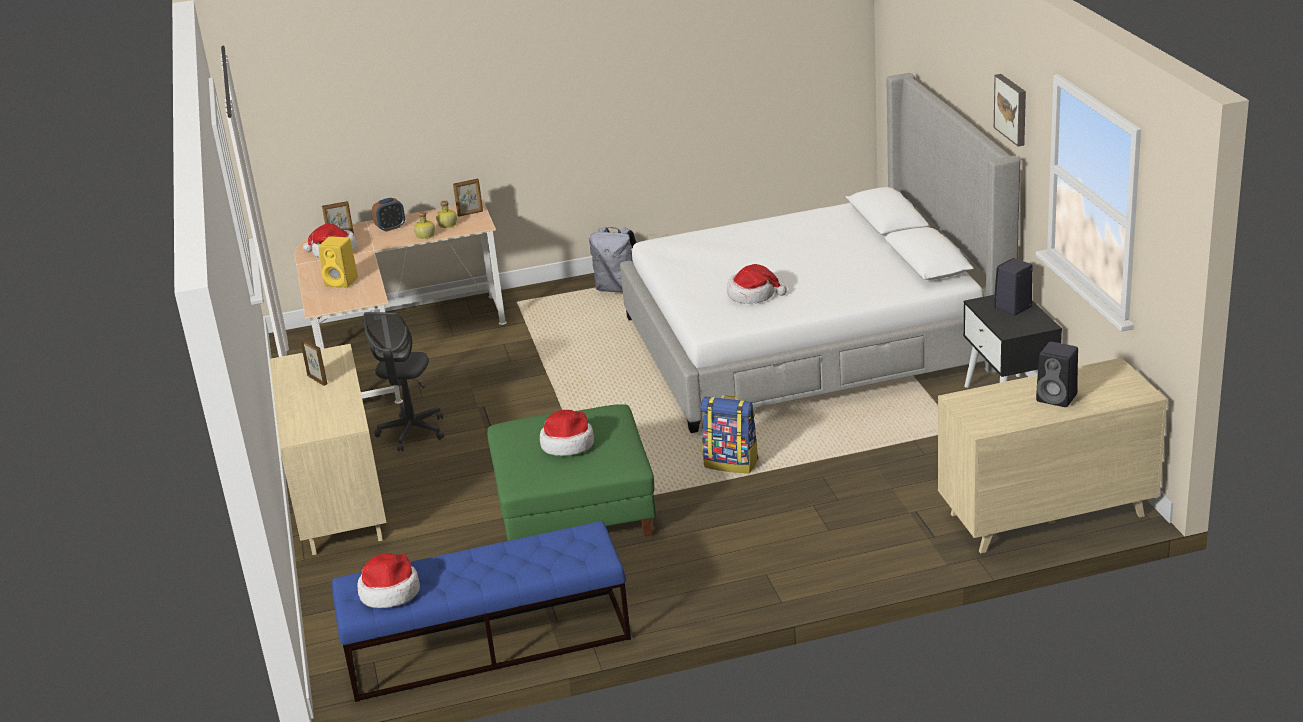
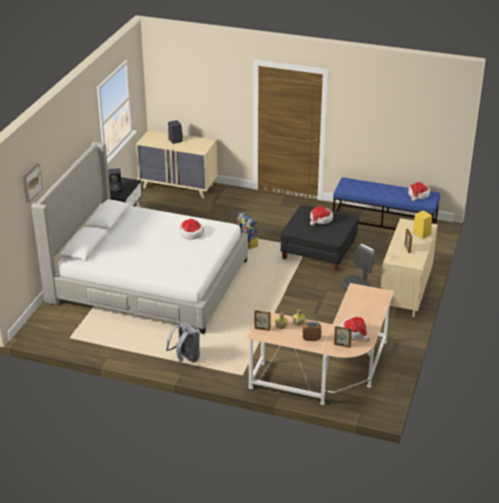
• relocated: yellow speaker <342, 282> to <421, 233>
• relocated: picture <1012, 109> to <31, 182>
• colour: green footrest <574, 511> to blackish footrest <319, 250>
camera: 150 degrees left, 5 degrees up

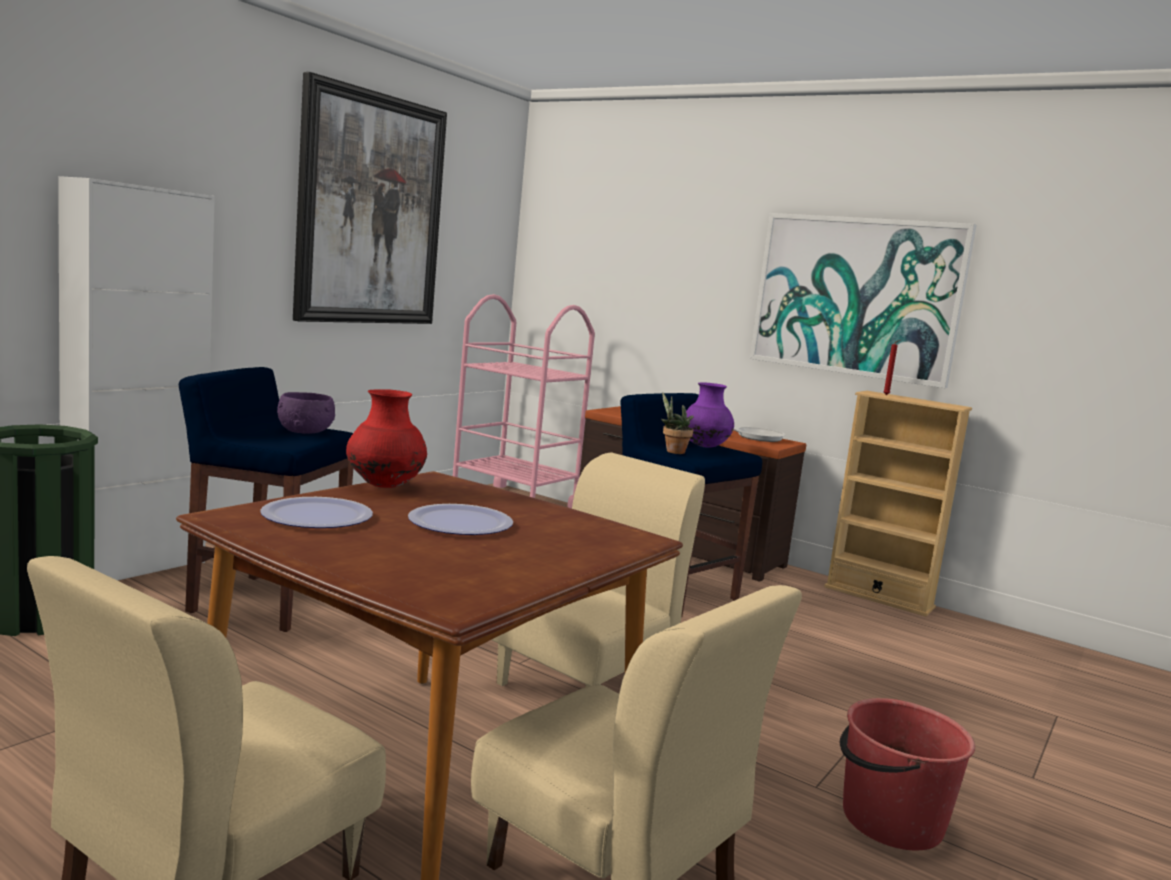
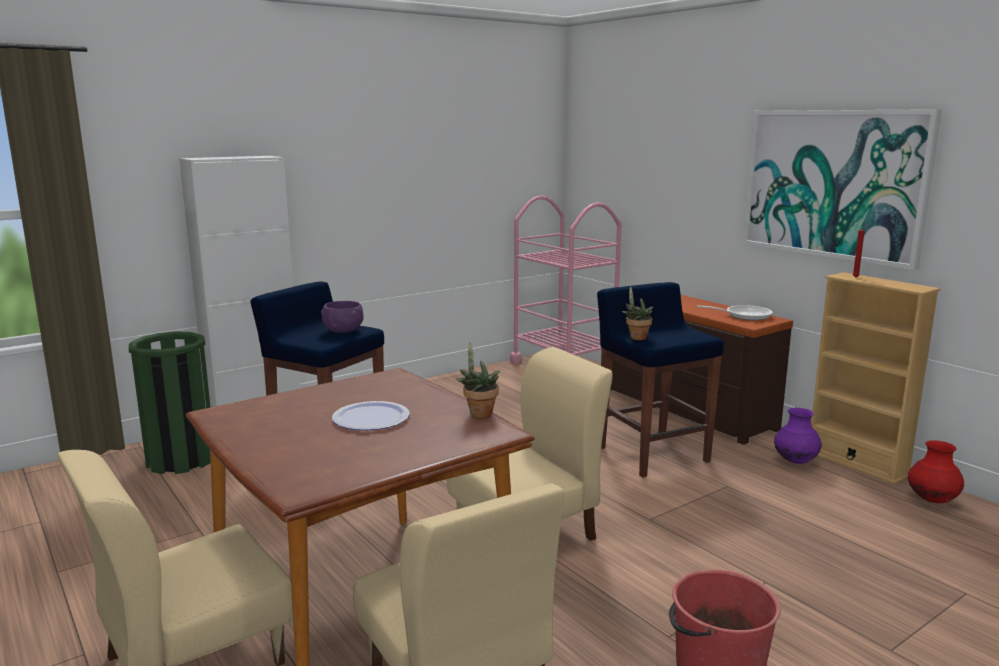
• missing: flat dish <317, 516>
• missing: picture <371, 210>
• appeared: potted plant <478, 413>
• relocated: red-coloured vase <385, 486> to <932, 500>
• relocated: purplish vase <704, 447> to <795, 461>
camera: 20 degrees right, 5 degrees up

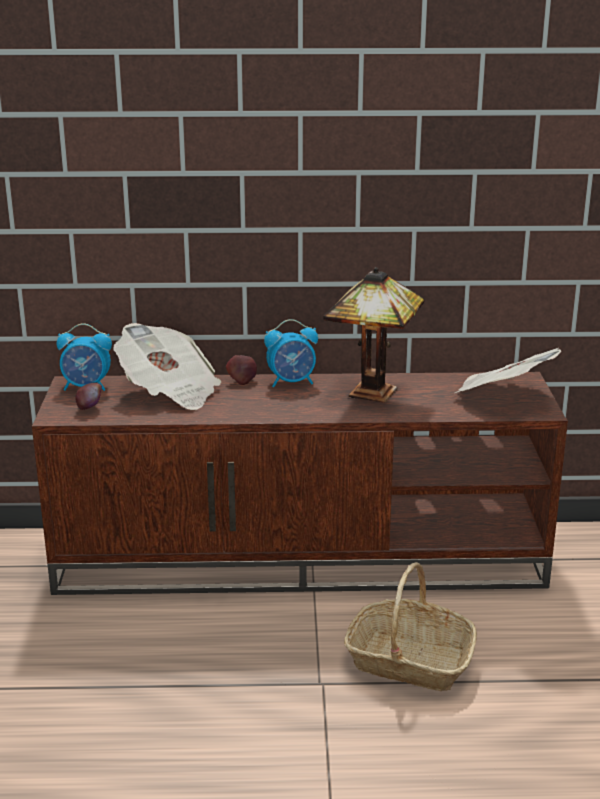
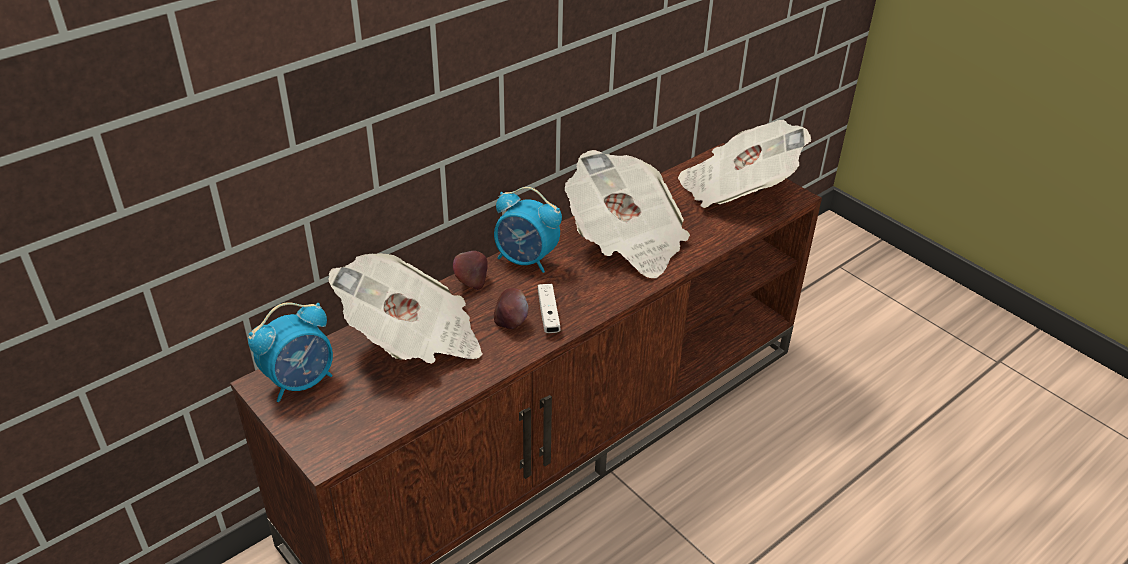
• missing: storage basket <409, 661>
• appeared: whitish gamepad <548, 314>
• relocated: whole apple <90, 408> to <511, 322>
• exchanged: table lamp <374, 394> to newspaper <626, 240>
• spun: alarm clock <292, 382> = <526, 260> 75 degrees clockwise
camera: 40 degrees left, 15 degrees up

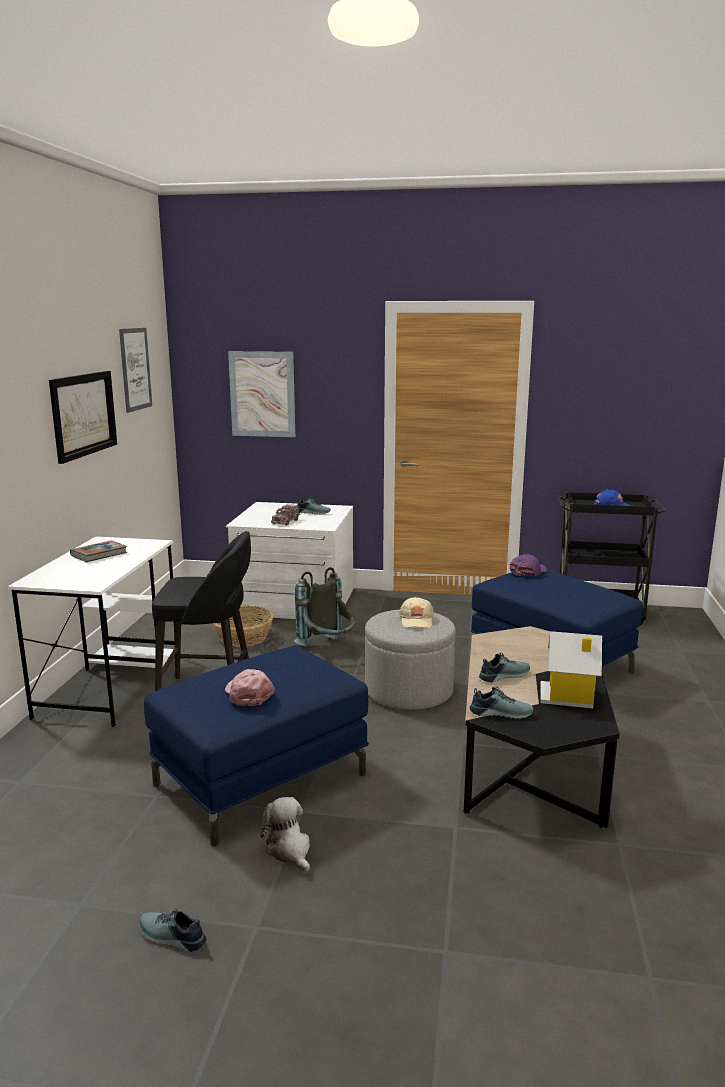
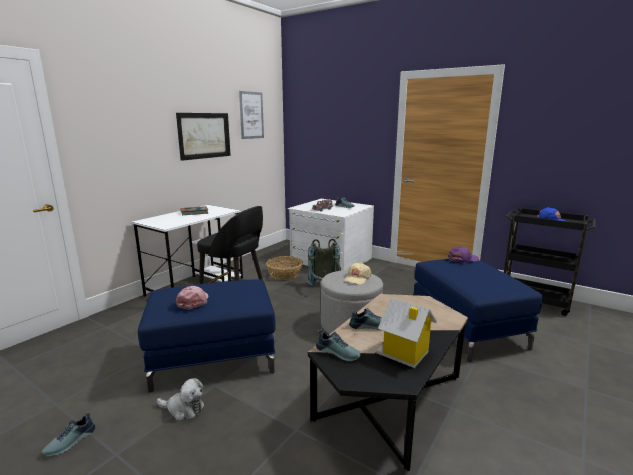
• missing: picture <262, 394>
• spun: low shoe <171, 937> = <71, 442> 105 degrees counterclockwise
• spun: cuddly toy <289, 850> = <183, 409> 105 degrees clockwise
camera: 25 degrees right, 0 degrees up

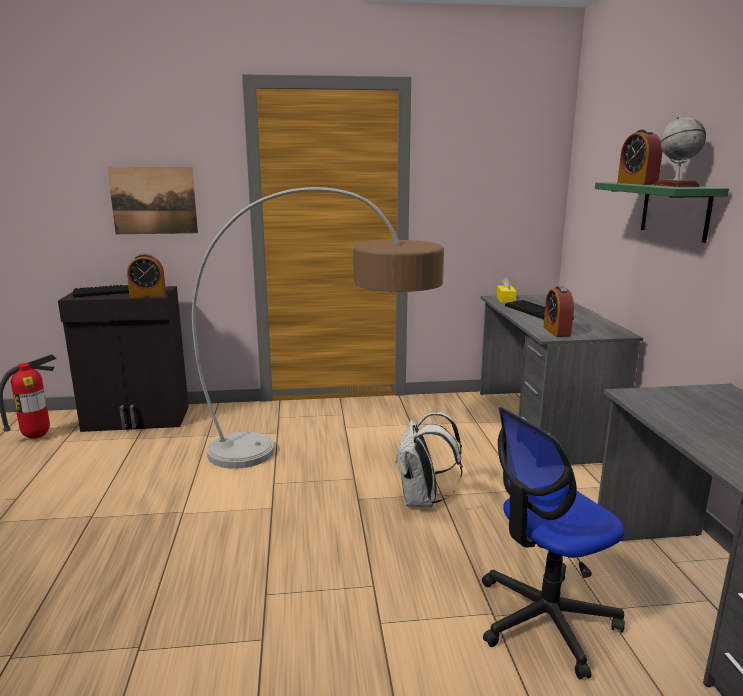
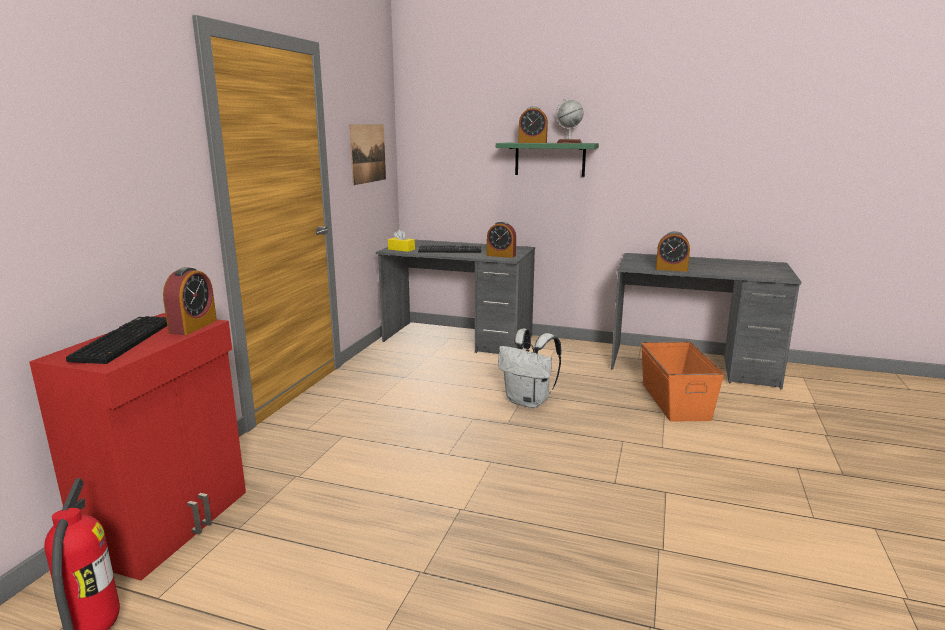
• missing: floor lamp <332, 452>
• appeared: alarm clock <671, 269>
• relocated: picture <153, 200> to <368, 153>
• exchanged: desk chair <545, 620> to orange storage bin <674, 401>
• colour: blackish cabinet <137, 419> to red-coloured cabinet <171, 524>
camera: 65 degrees left, 0 degrees up

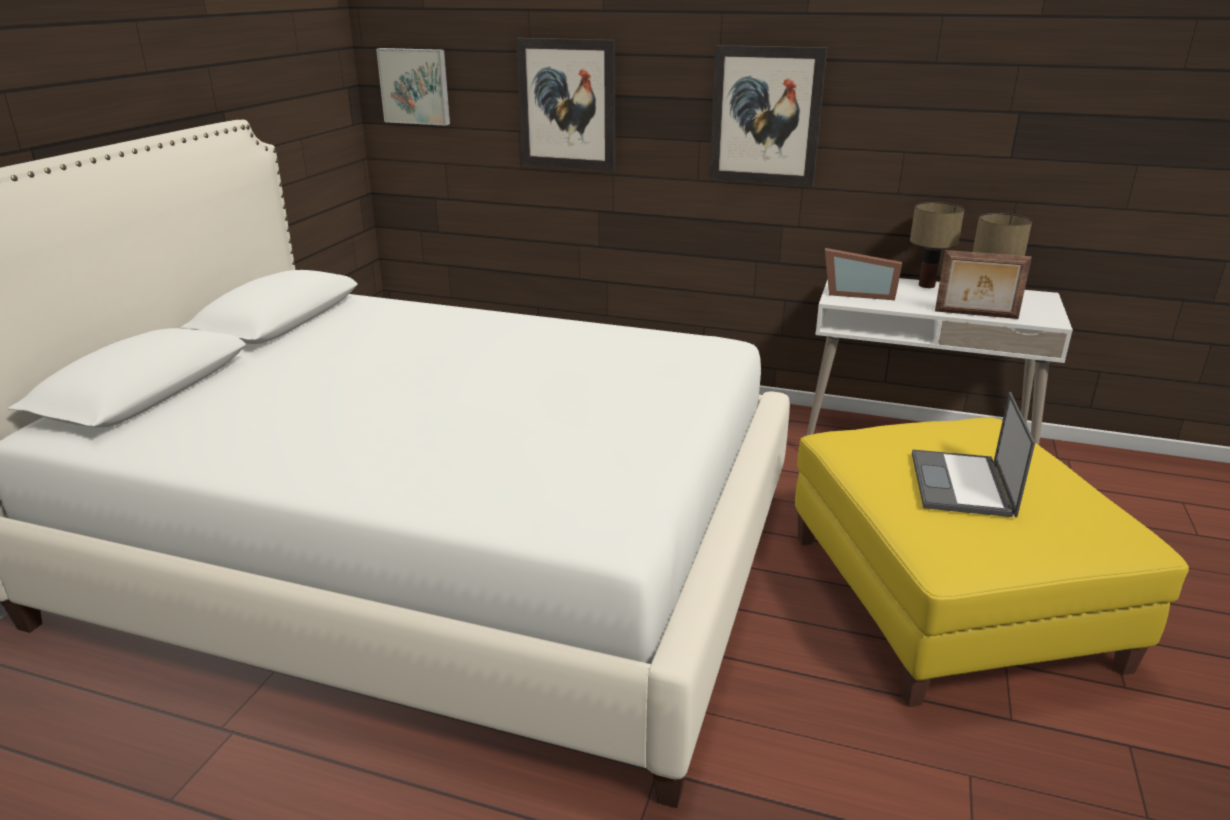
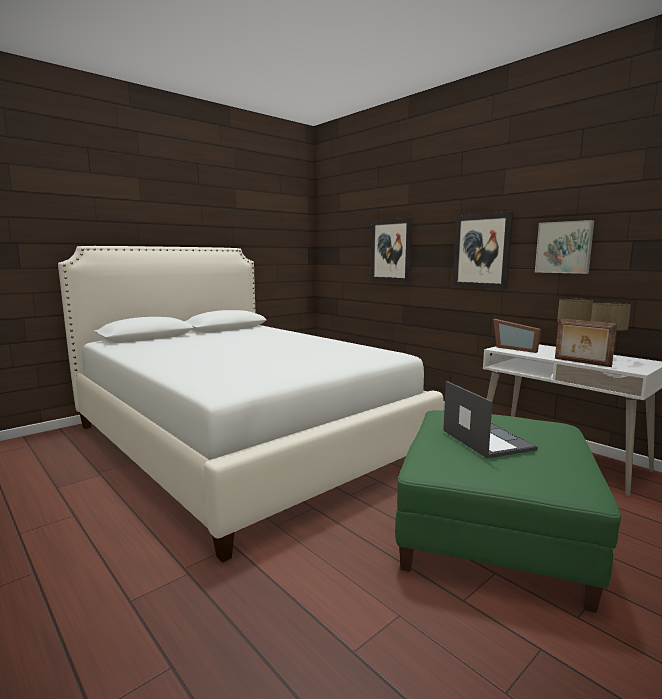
• relocated: picture <415, 86> to <564, 247>
• colour: yellow footrest <946, 598> to green footrest <491, 530>
• spun: laptop <962, 485> = <486, 439> 120 degrees clockwise
camera: 30 degrees right, 15 degrees down

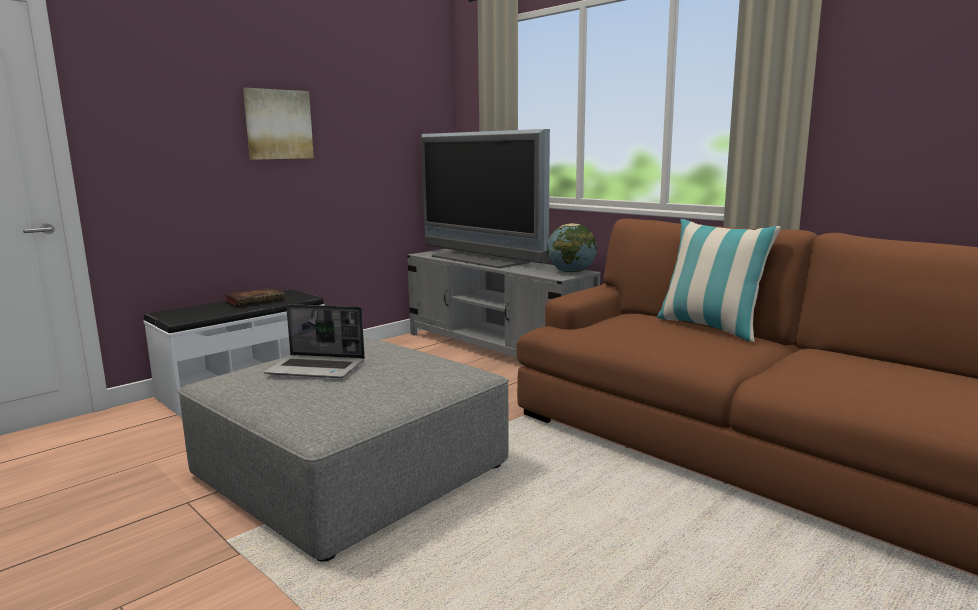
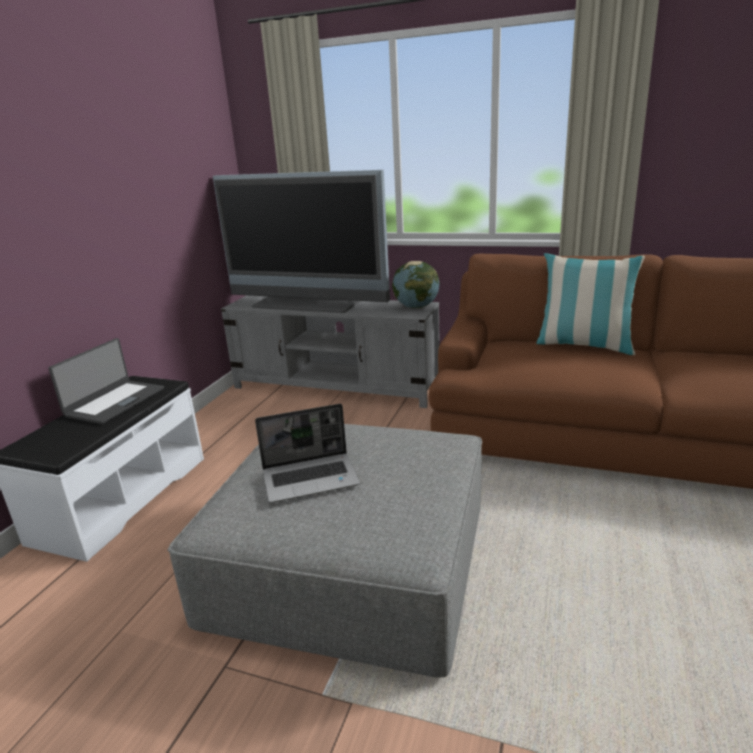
• missing: picture <278, 124>
• exchanged: bound book <256, 300> to laptop <115, 402>
camera: 25 degrees left, 10 degrees up

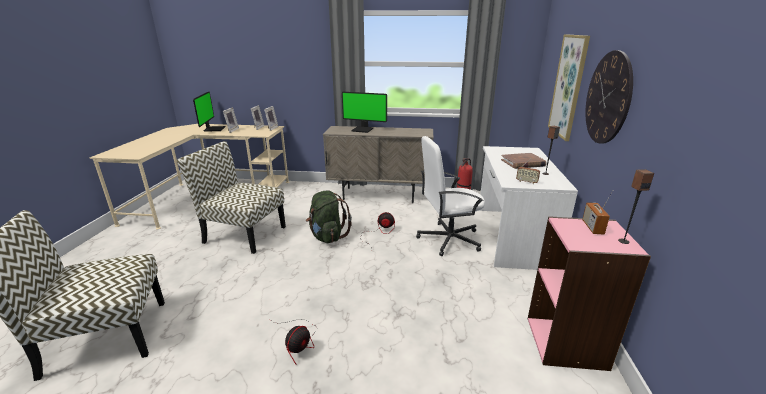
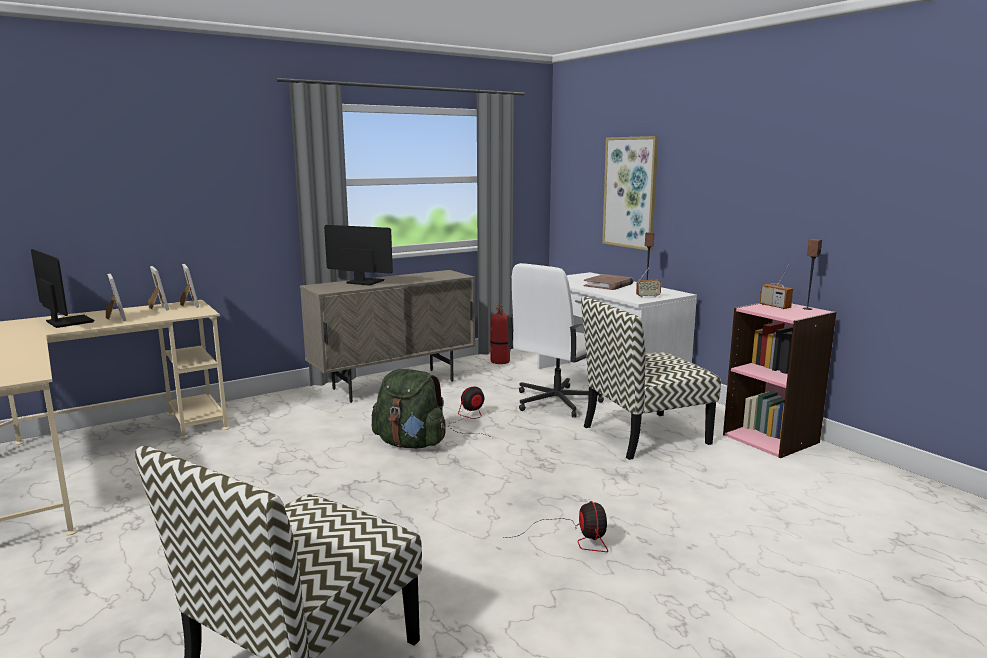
• missing: hanging clock <608, 98>
• relocated: chair <243, 234> to <644, 435>
• spun: computer screen <363, 129> = <364, 282> 135 degrees counterclockwise
camera: 40 degrees left, 10 degrees down

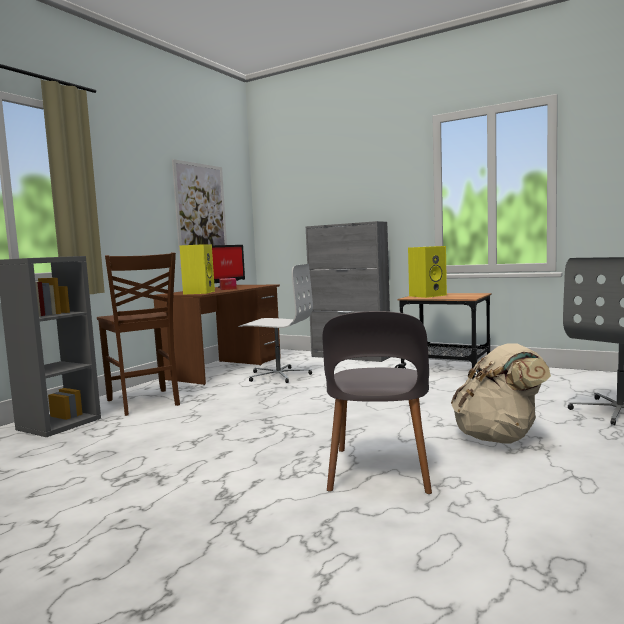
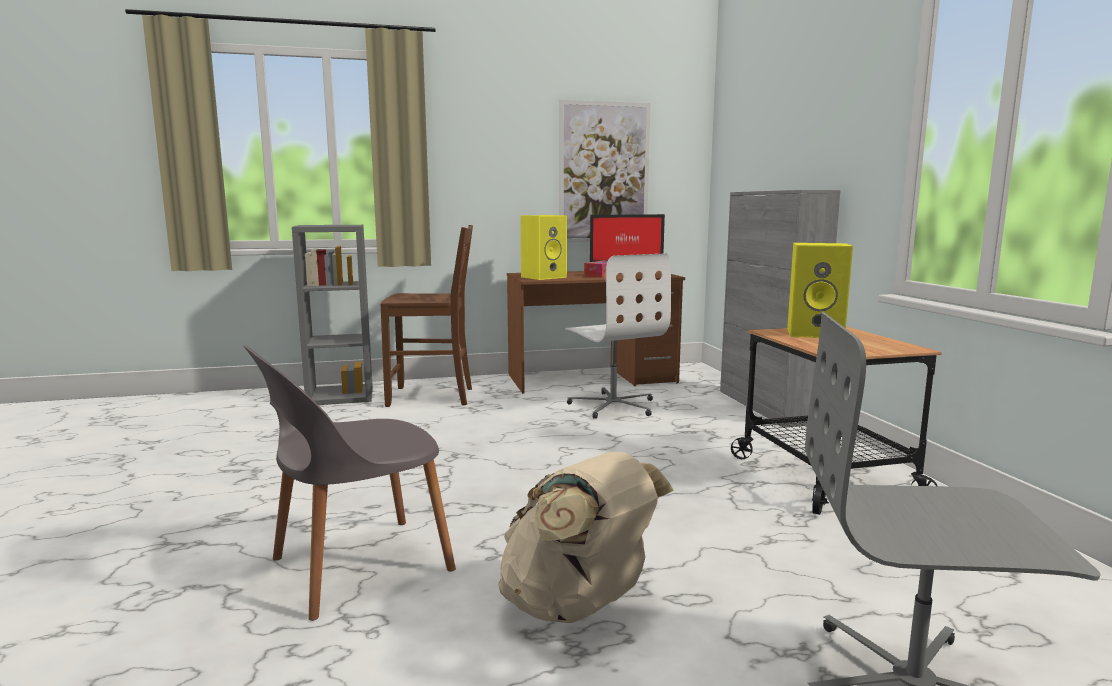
• spun: brownish chair <144, 403> = <432, 397> 105 degrees counterclockwise
camera: 45 degrees right, 5 degrees up

